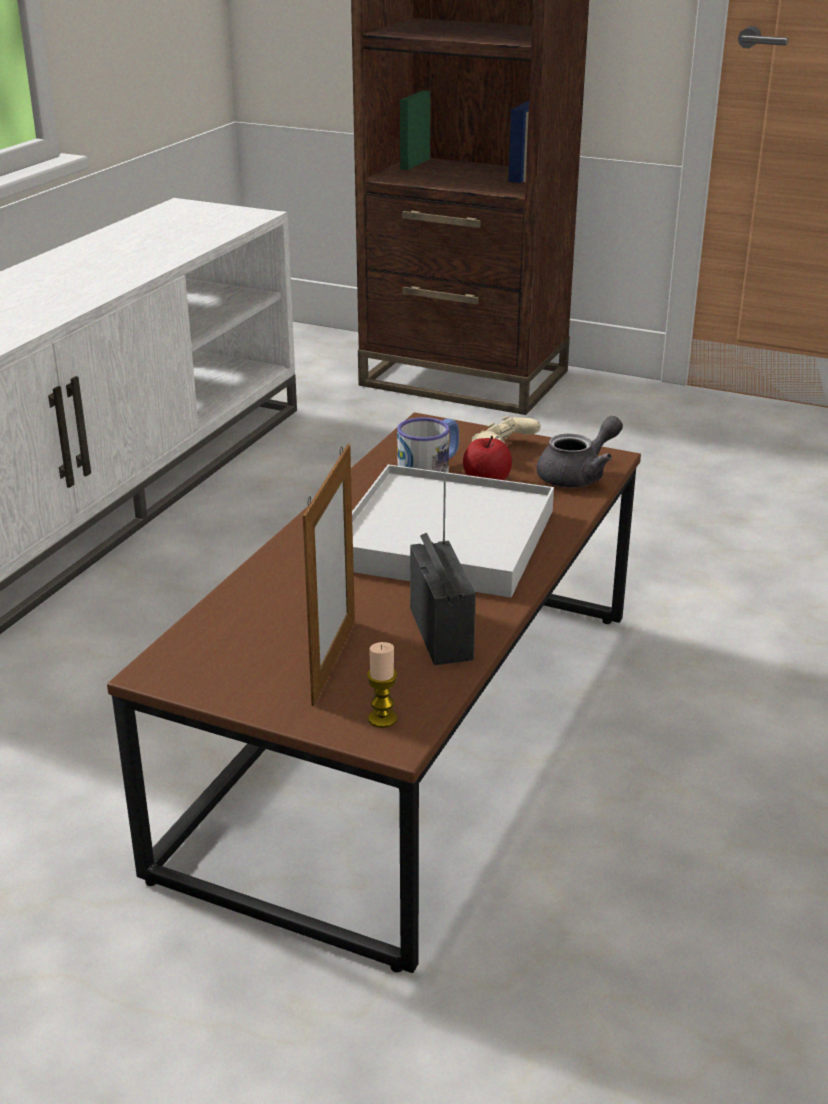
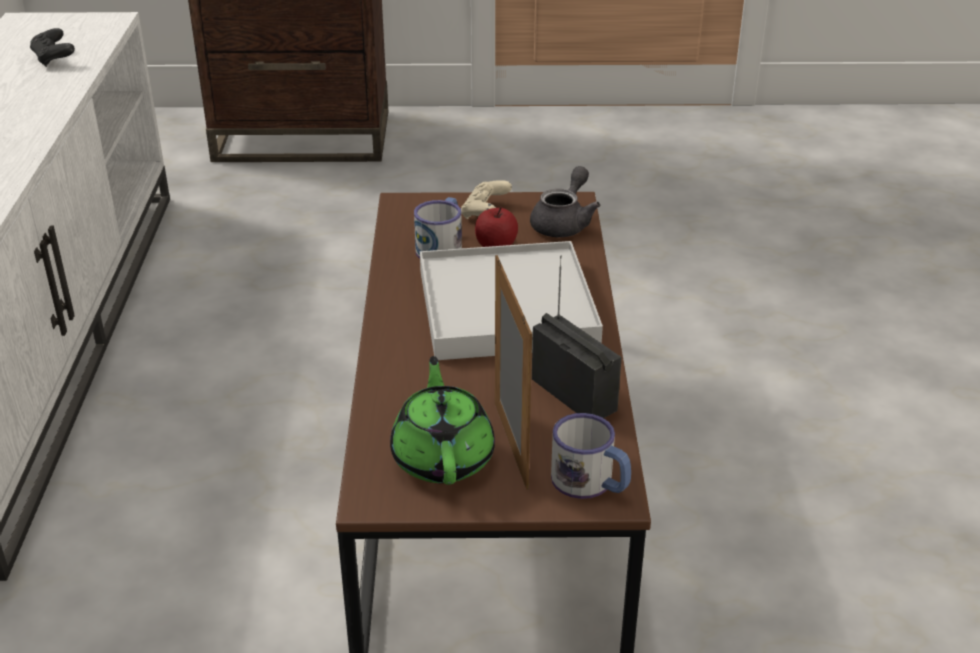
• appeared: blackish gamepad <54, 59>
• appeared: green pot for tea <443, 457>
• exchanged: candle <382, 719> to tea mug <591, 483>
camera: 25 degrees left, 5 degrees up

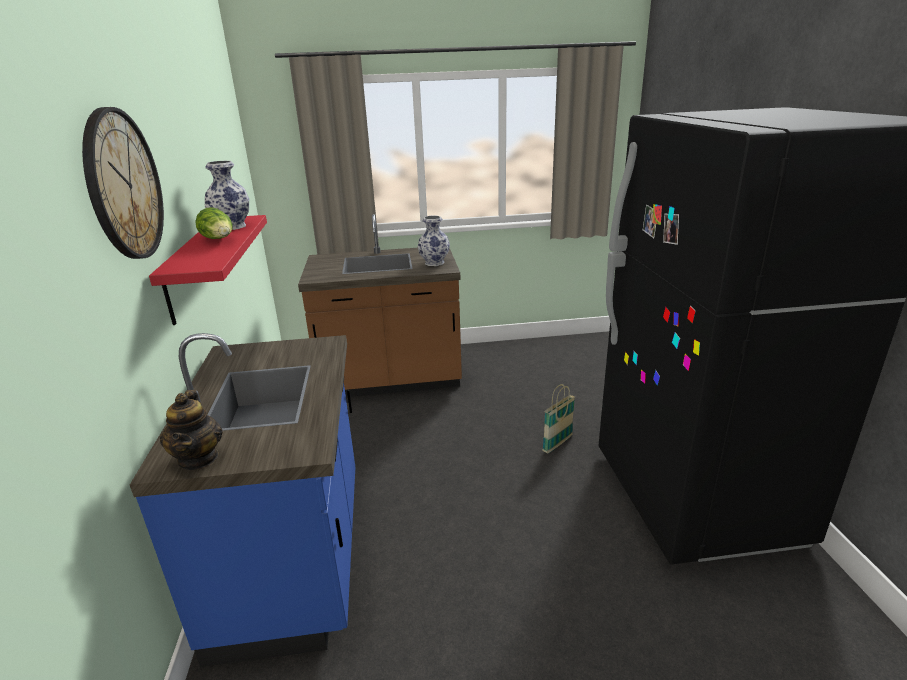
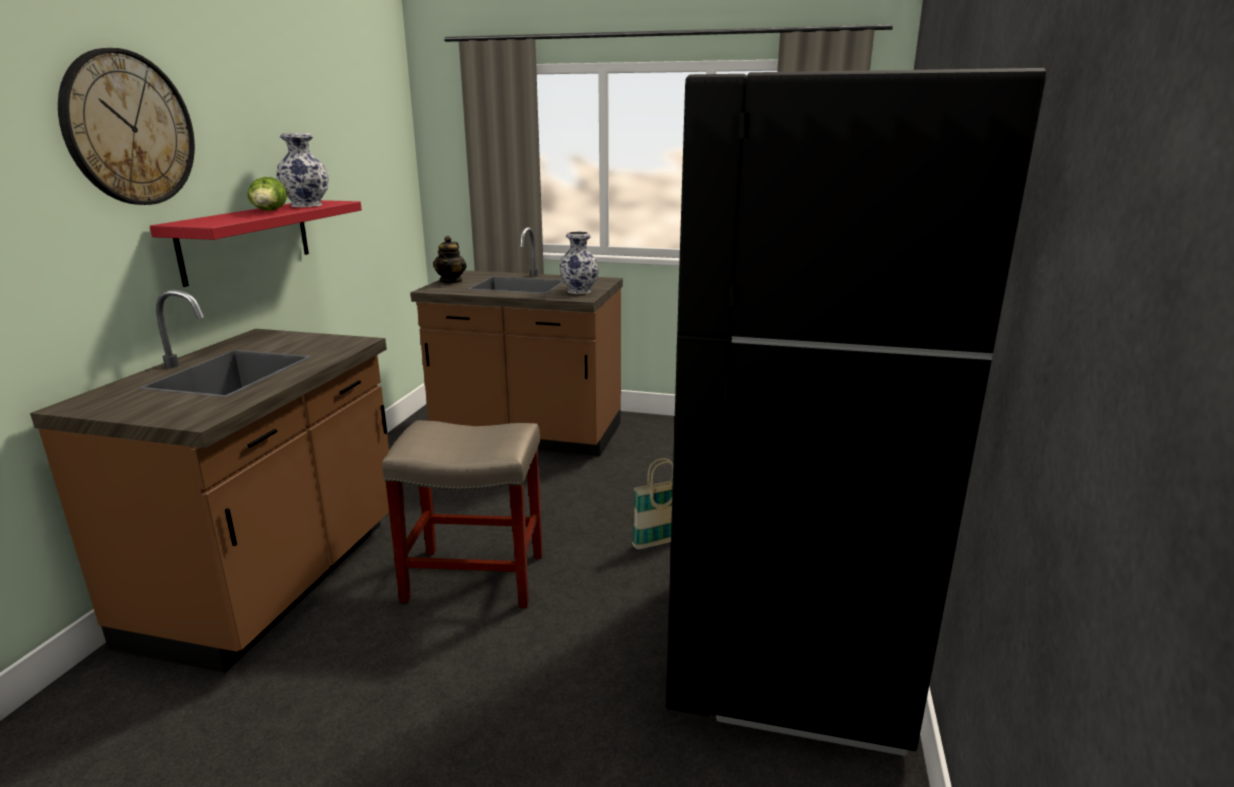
• appeared: beige stool seat <477, 577>
• relocated: pot for tea <199, 458> to <451, 281>
• colour: blue counter <296, 558> to brownish counter <275, 581>
camera: 20 degrees right, 5 degrees down

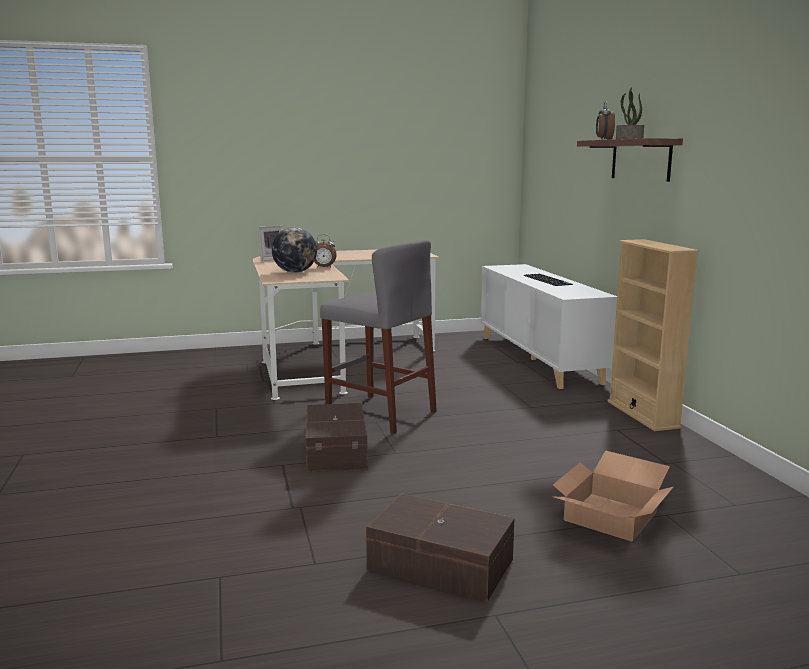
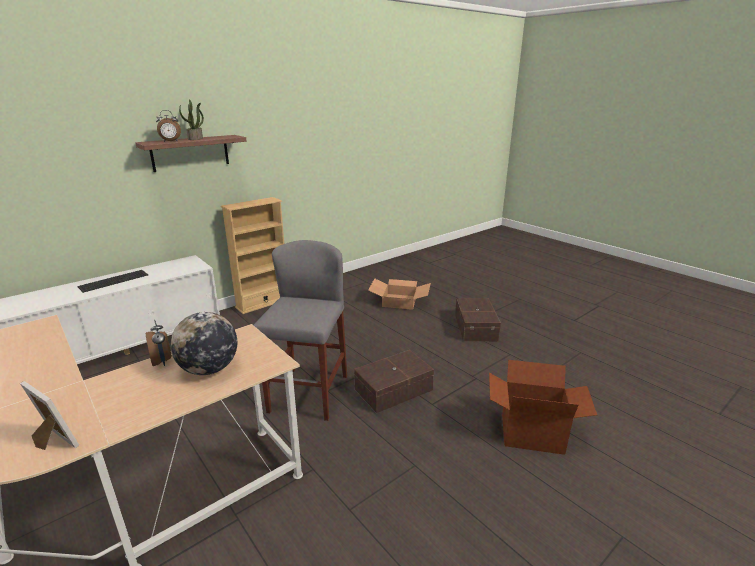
• appeared: packing box <532, 433>
camera: 115 degrees left, 10 degrees up

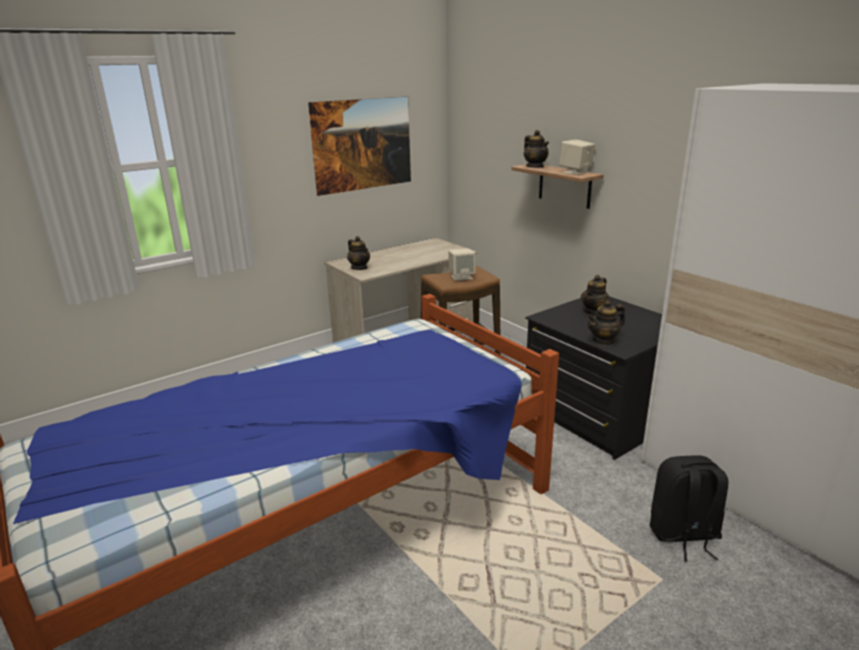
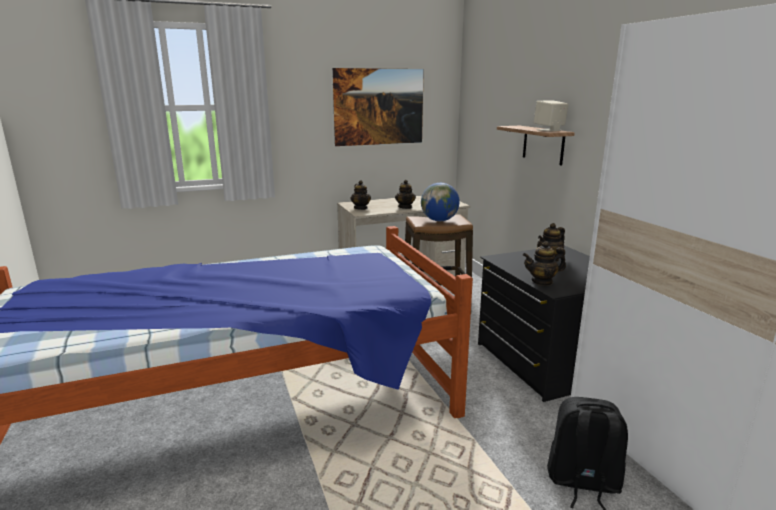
• relocated: pot for tea <535, 167> to <405, 207>
• exchanged: beige speaker <461, 277> to globe <439, 220>
camera: 15 degrees right, 5 degrees down

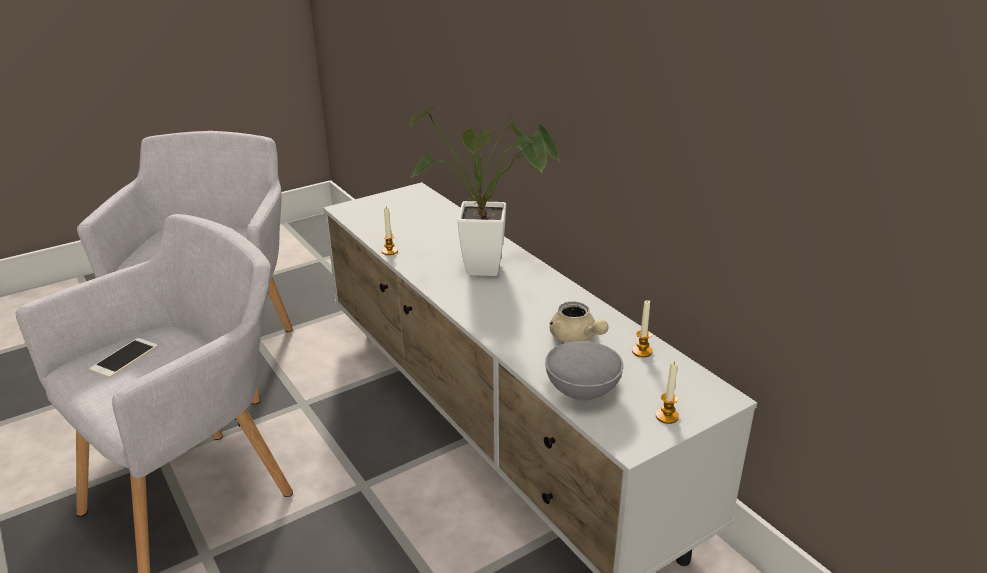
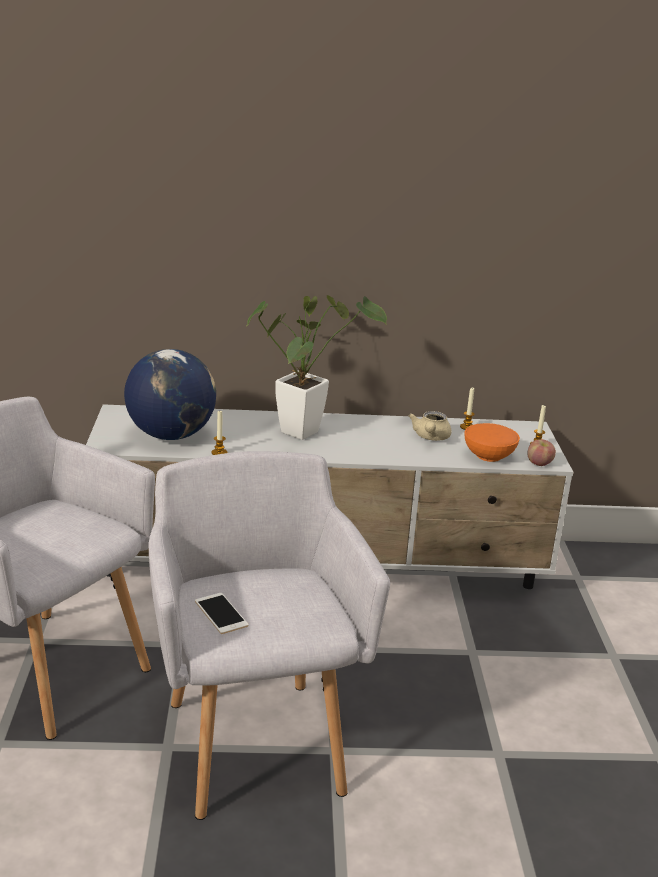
• appeared: globe <171, 435>
• appeared: whole apple <539, 463>
• colour: grey serving bowl <583, 389> to orange serving bowl <489, 455>
• spun: beige pot for tea <576, 338> = <430, 437> 105 degrees clockwise
camera: 60 degrees left, 5 degrees down

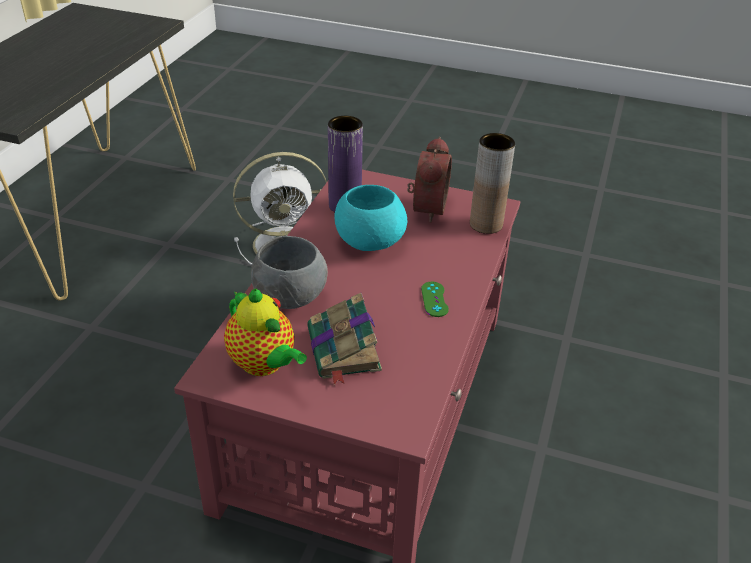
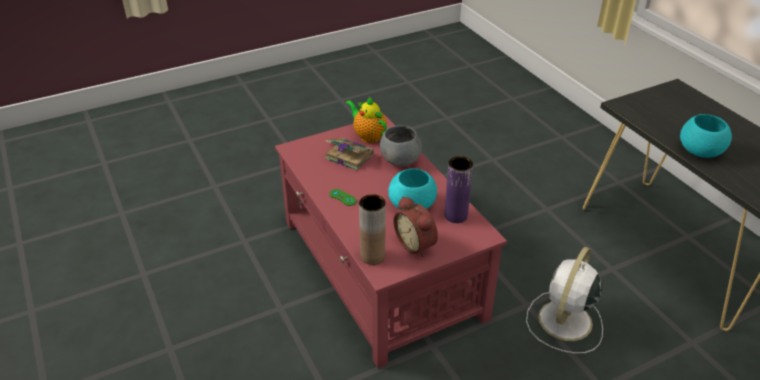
• appeared: turquoise-coloured serving bowl <700, 151>
• spun: pot for tea <264, 365> = <368, 136> 45 degrees clockwise
camera: 135 degrees right, 0 degrees up

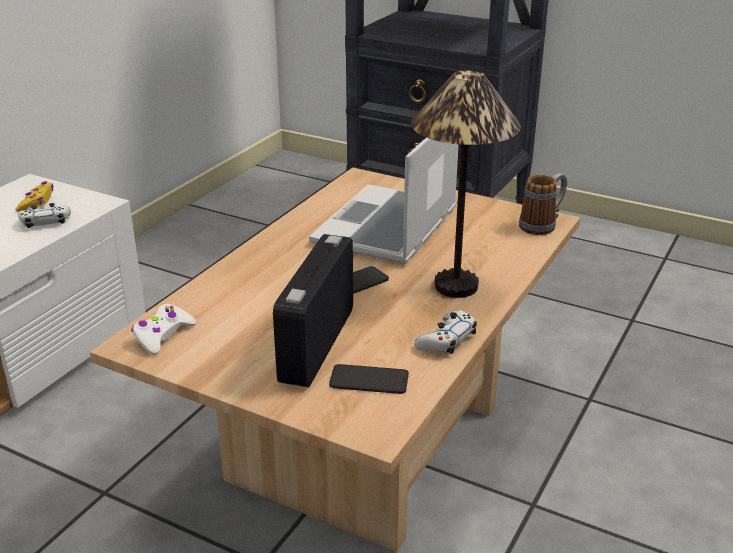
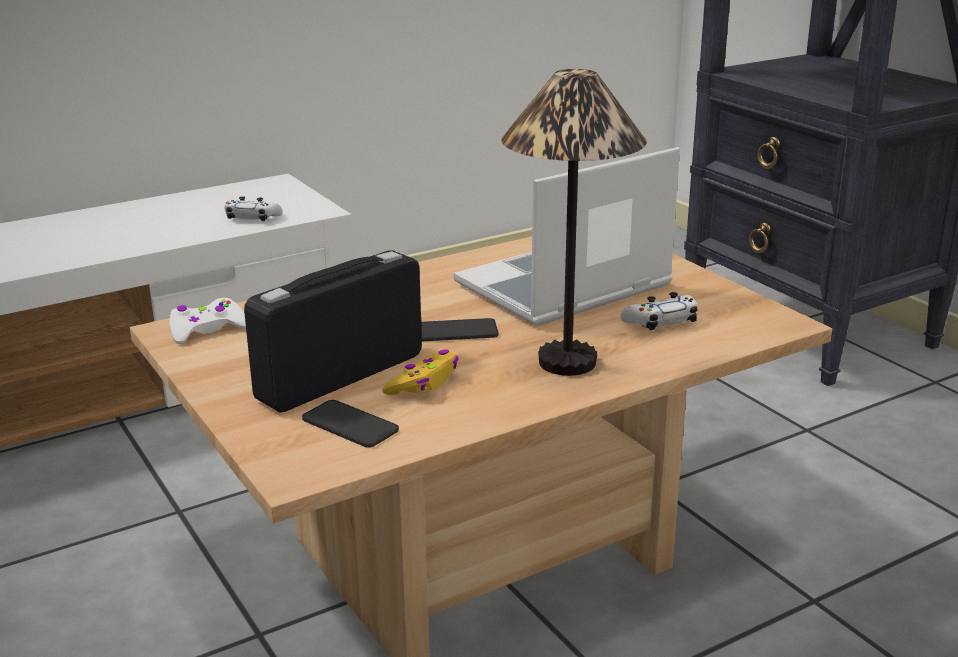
• missing: tea mug <542, 225>
• relocated: yellow gamepad <37, 202> to <424, 383>
• relocated: whitish gamepad <446, 340> to <661, 321>
camera: 30 degrees right, 5 degrees down

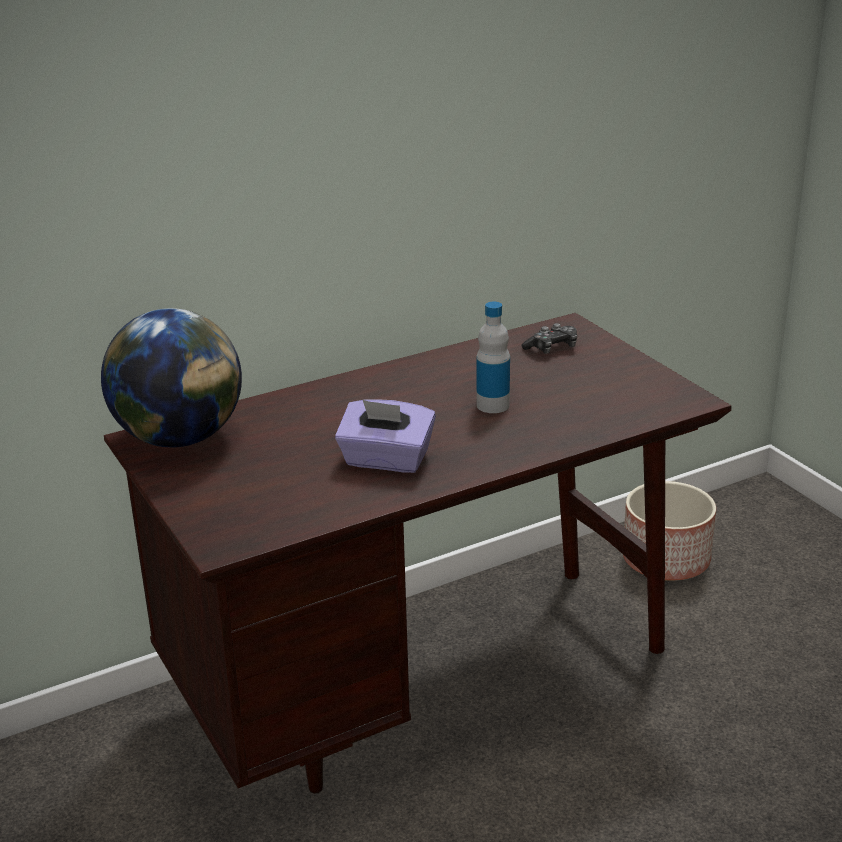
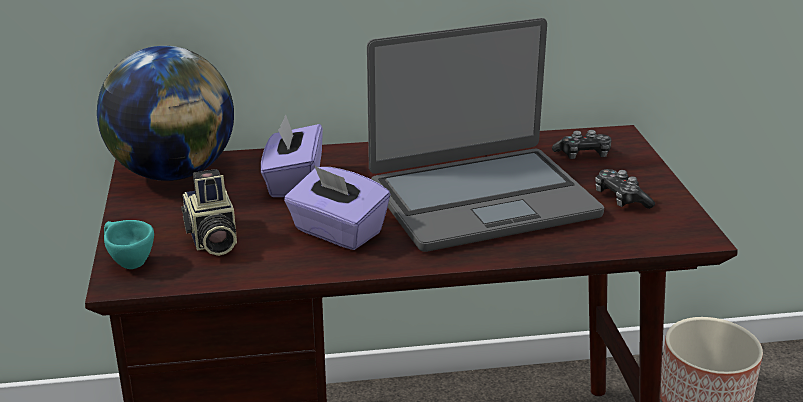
• appeared: turquoise-coloured small cup <127, 263>
• appeared: photo camera <211, 239>
• appeared: purplish tissue box <294, 182>
• appeared: gamepad <621, 198>
• exchanged: beverage bottle <492, 405> to laptop <481, 199>
camera: 20 degrees right, 0 degrees up

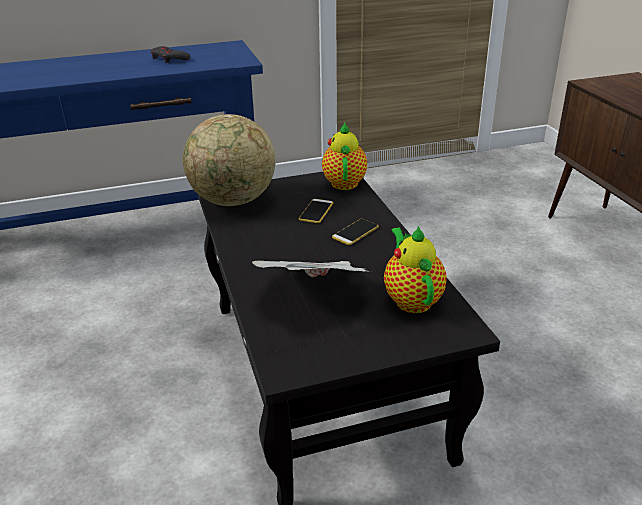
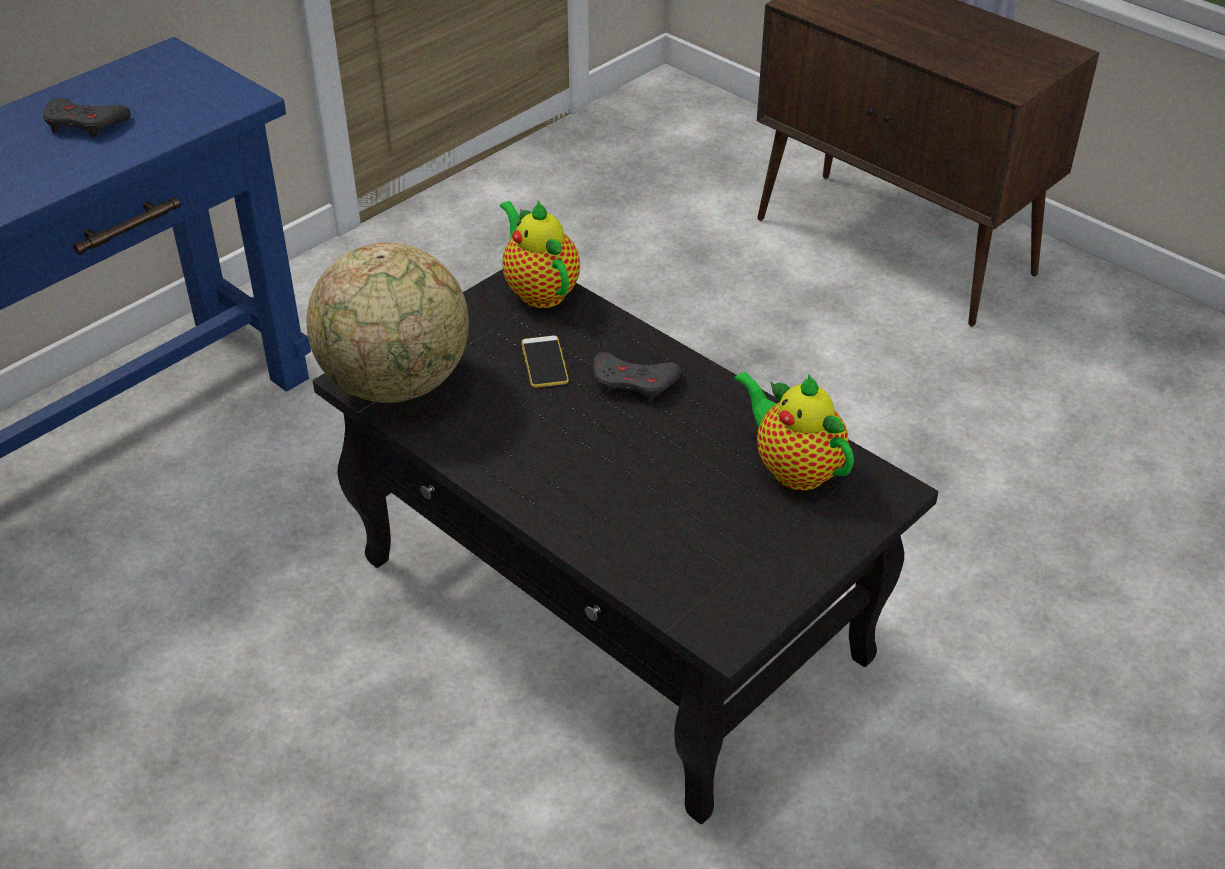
• missing: newspaper <316, 291>
• exchanged: telephone <355, 232> to grey gamepad <634, 382>
camera: 30 degrees left, 10 degrees up

